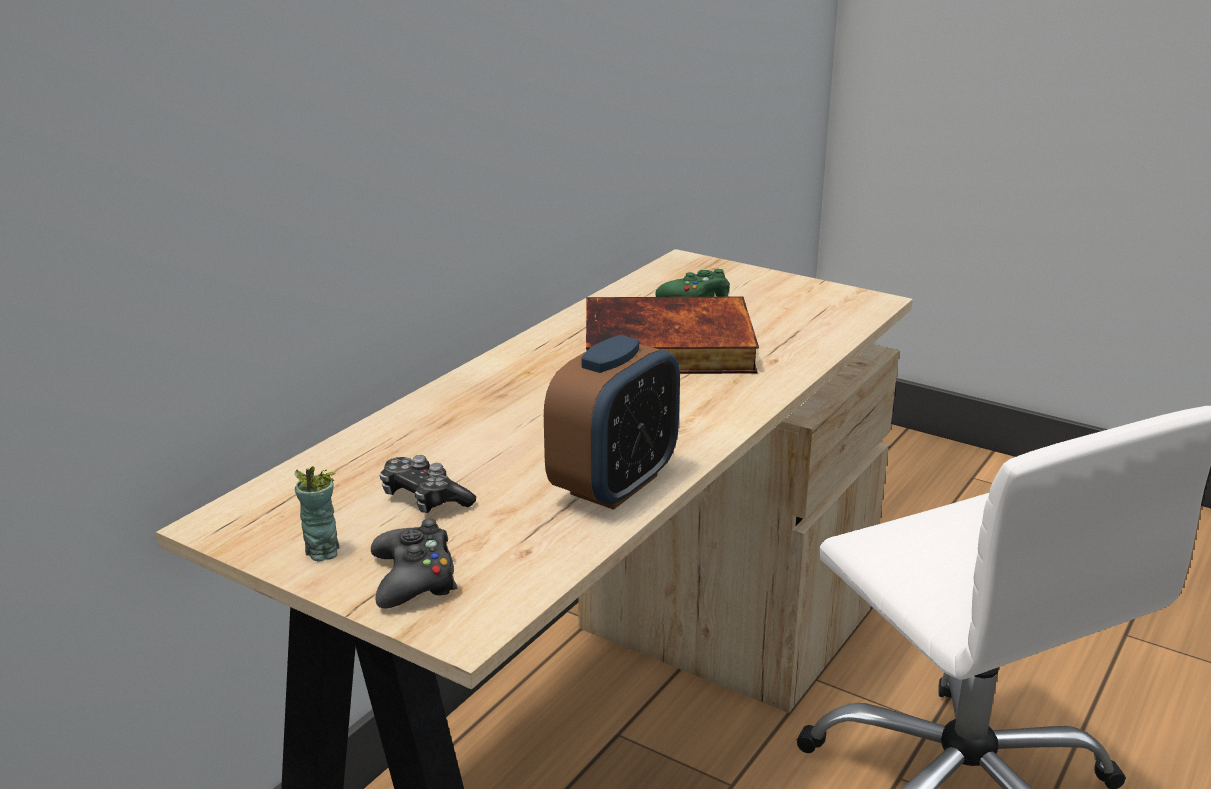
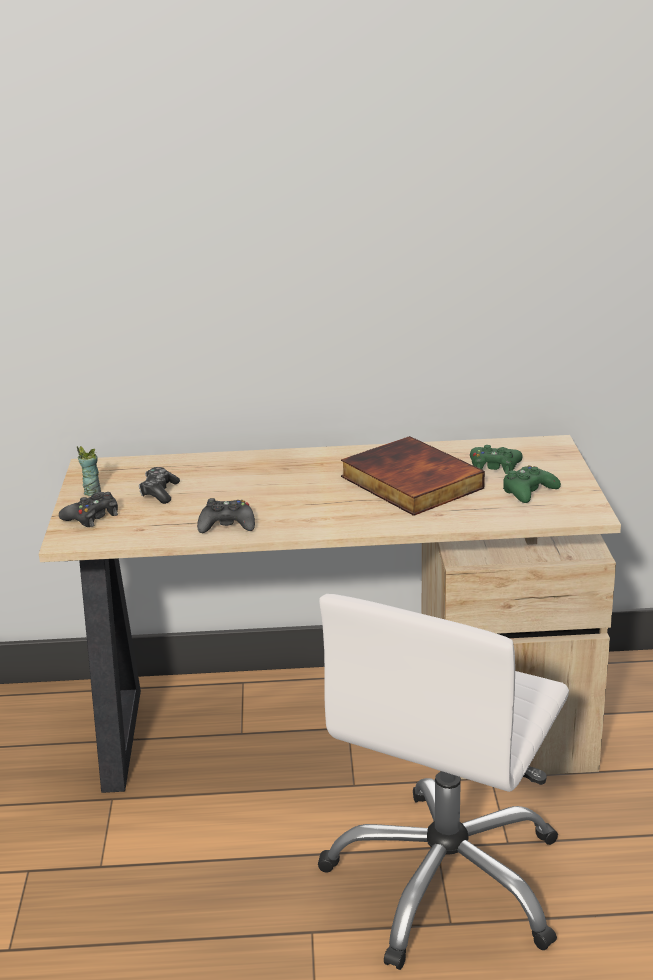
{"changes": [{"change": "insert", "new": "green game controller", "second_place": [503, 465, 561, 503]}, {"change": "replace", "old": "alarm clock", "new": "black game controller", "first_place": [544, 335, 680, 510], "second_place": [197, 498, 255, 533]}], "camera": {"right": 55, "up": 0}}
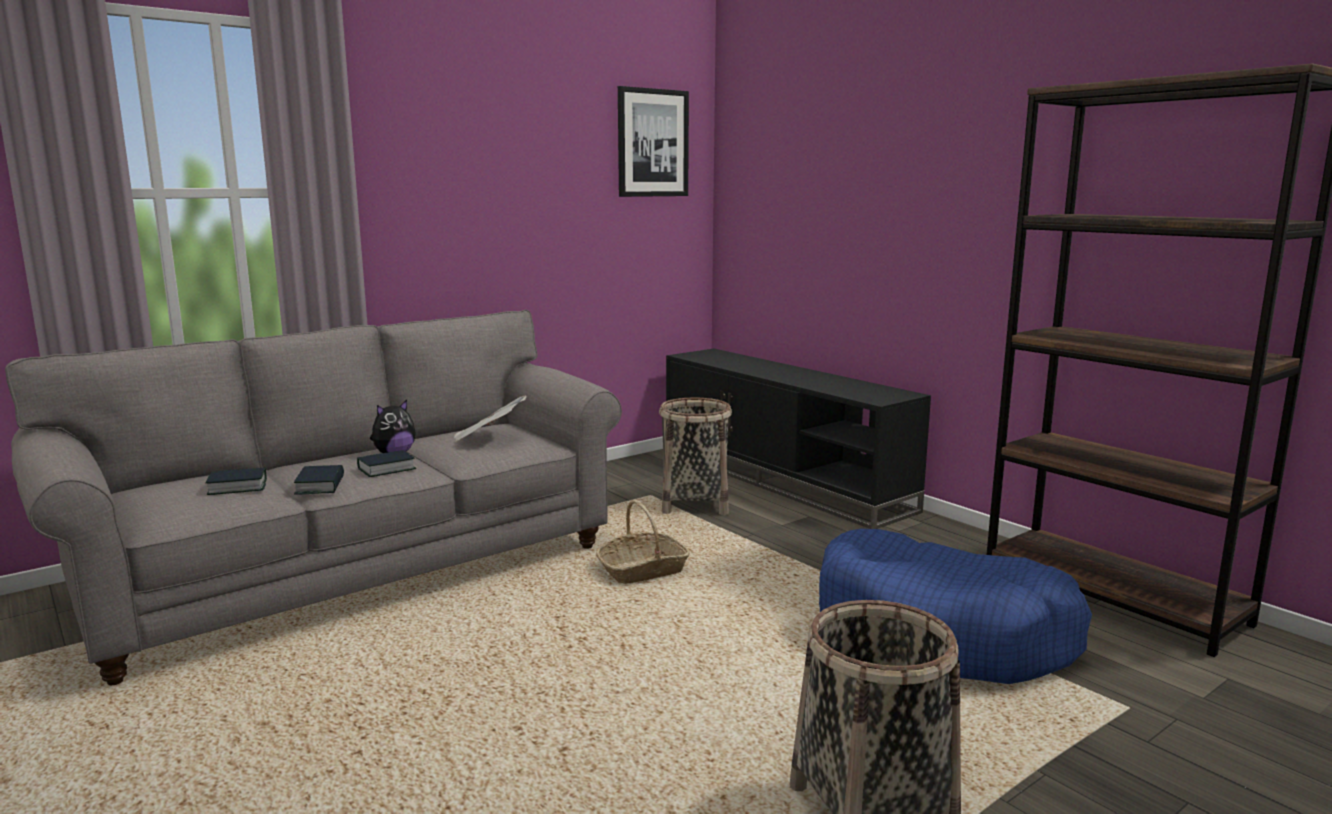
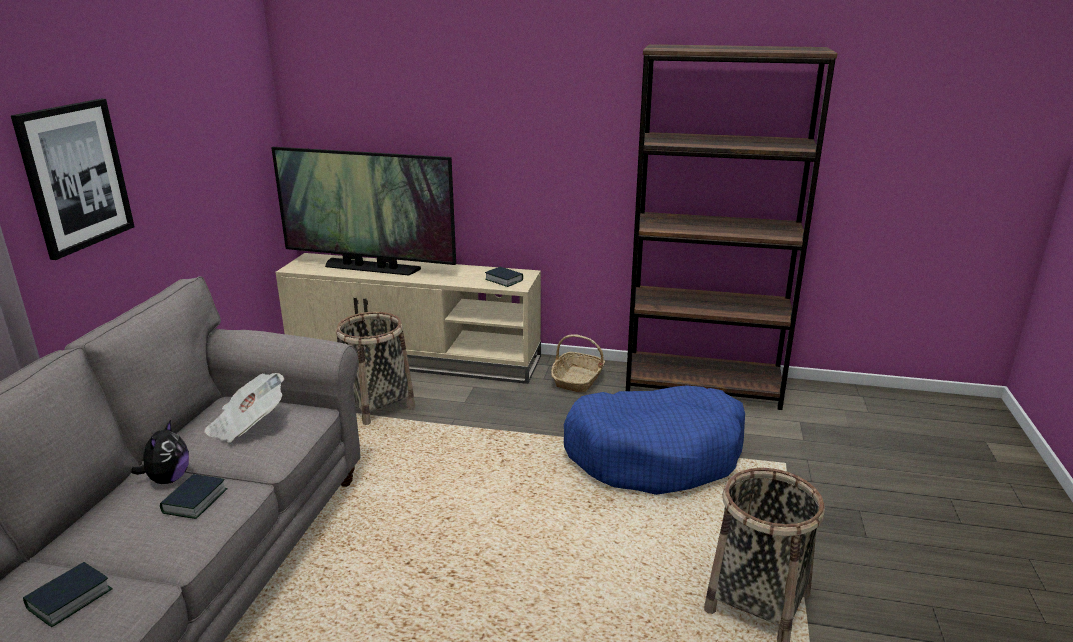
{"changes": [{"change": "insert", "new": "television", "second_place": [271, 147, 456, 276]}, {"change": "move", "old": "book", "first_place": [294, 465, 344, 494], "second_place": [485, 267, 523, 287]}, {"change": "move", "old": "basket", "first_place": [596, 500, 690, 584], "second_place": [551, 334, 605, 392]}, {"change": "move", "old": "picture", "first_place": [618, 86, 689, 197], "second_place": [11, 99, 135, 260]}, {"change": "recolor", "old": "black tv stand", "new": "beige tv stand", "first_place": [666, 349, 931, 529], "second_place": [275, 253, 541, 384]}], "camera": {"right": -40, "up": 10}}
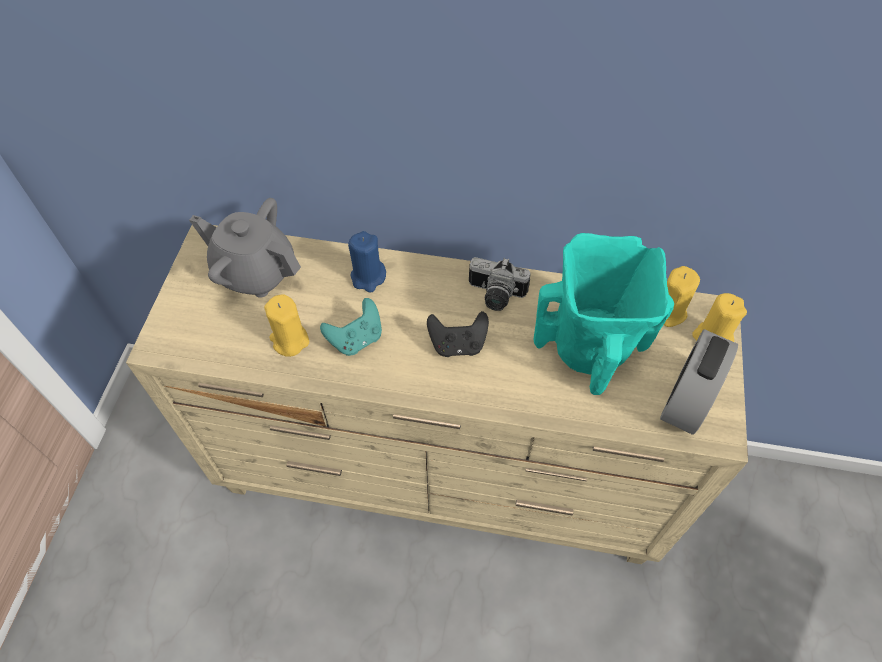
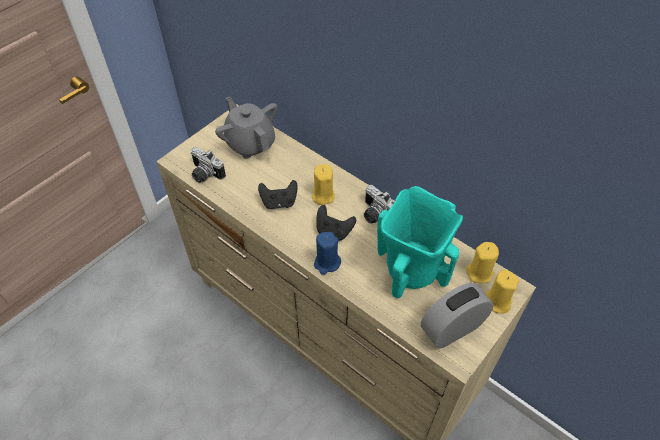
{"changes": [{"change": "insert", "new": "photo camera", "second_place": [190, 147, 226, 183]}, {"change": "move", "old": "yellow candle", "first_place": [264, 294, 309, 357], "second_place": [312, 164, 335, 205]}, {"change": "move", "old": "blue candle", "first_place": [348, 231, 386, 293], "second_place": [314, 232, 341, 275]}, {"change": "recolor", "old": "turquoise game controller", "new": "black game controller", "first_place": [320, 298, 382, 356], "second_place": [258, 180, 298, 209]}], "camera": {"right": 30, "up": -5}}
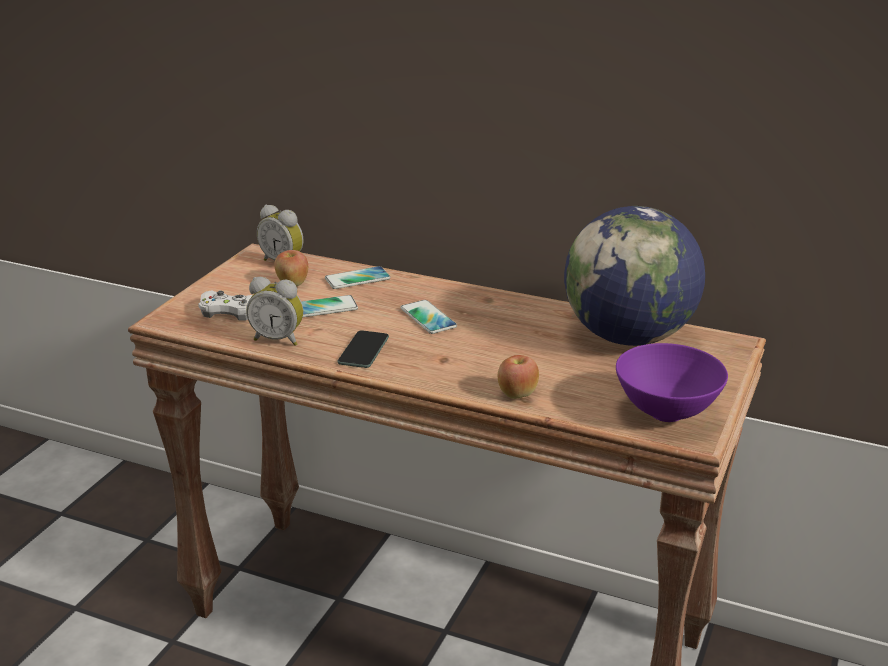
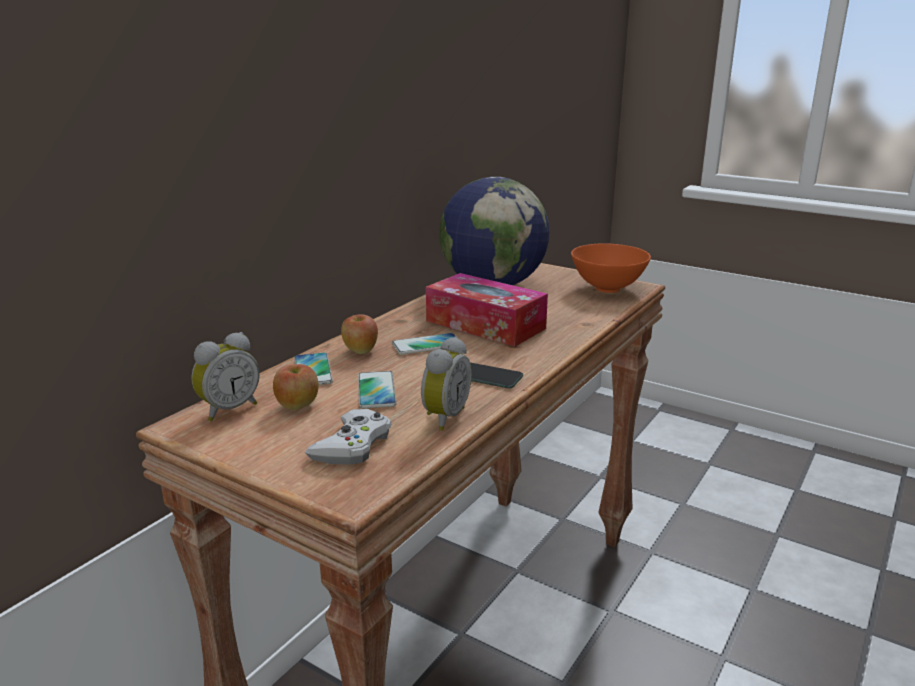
{"changes": [{"change": "insert", "new": "tissue box", "second_place": [426, 273, 548, 347]}, {"change": "move", "old": "apple", "first_place": [498, 355, 539, 399], "second_place": [341, 314, 378, 354]}, {"change": "recolor", "old": "purple bowl", "new": "orange bowl", "first_place": [616, 343, 728, 422], "second_place": [571, 243, 651, 293]}], "camera": {"right": -80, "up": -5}}
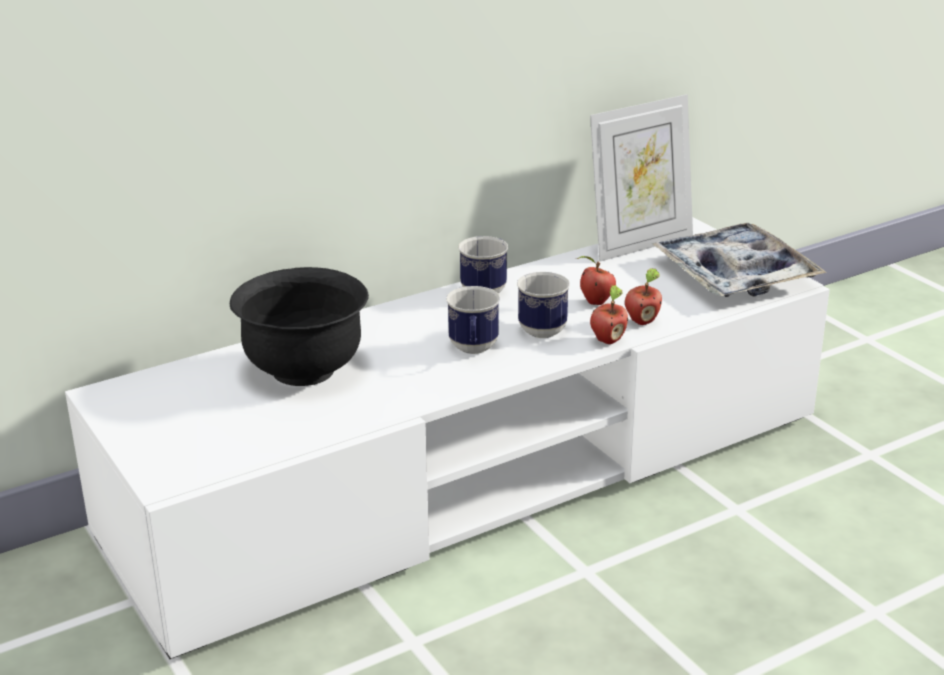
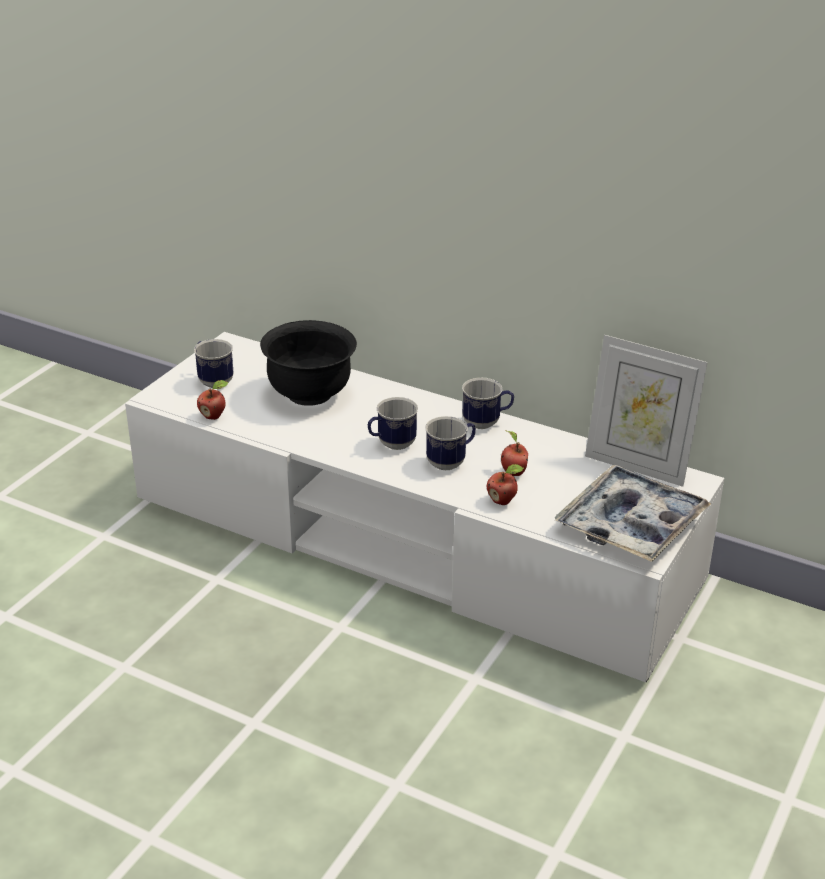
{"changes": [{"change": "insert", "new": "mug", "second_place": [194, 339, 234, 388]}, {"change": "move", "old": "apple", "first_place": [590, 285, 628, 344], "second_place": [197, 380, 229, 420]}], "camera": {"right": 60, "up": 5}}
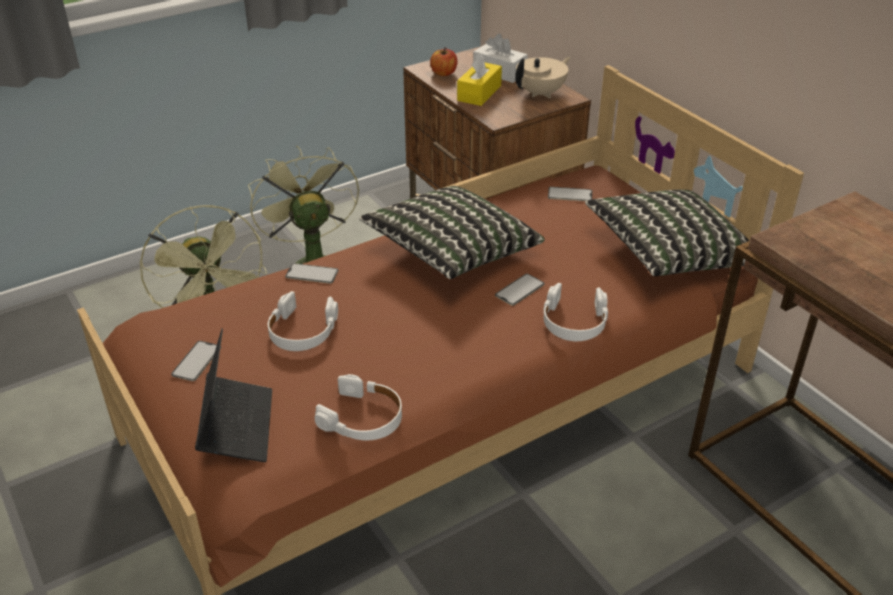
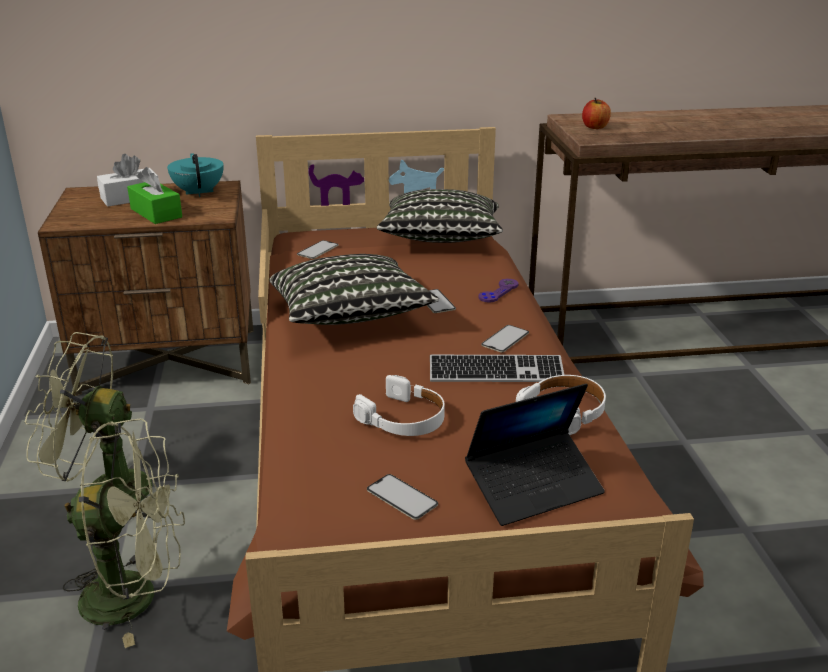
{"changes": [{"change": "insert", "new": "keyboard", "second_place": [430, 355, 564, 382]}, {"change": "move", "old": "phone", "first_place": [285, 263, 338, 284], "second_place": [481, 325, 529, 353]}, {"change": "move", "old": "apple", "first_place": [430, 47, 457, 76], "second_place": [582, 98, 611, 129]}, {"change": "replace", "old": "white headphones", "new": "purple game controller", "first_place": [543, 283, 608, 341], "second_place": [478, 279, 519, 303]}, {"change": "recolor", "old": "yellow tissue box", "new": "green tissue box", "first_place": [457, 52, 502, 106], "second_place": [127, 167, 182, 224]}, {"change": "recolor", "old": "beige teapot", "new": "turquoise teapot", "first_place": [515, 57, 571, 99], "second_place": [167, 153, 224, 197]}, {"change": "rotate", "old": "laptop", "first_place": [195, 328, 272, 462], "second_place": [465, 384, 605, 526], "degrees": 135}], "camera": {"right": -65, "up": -10}}
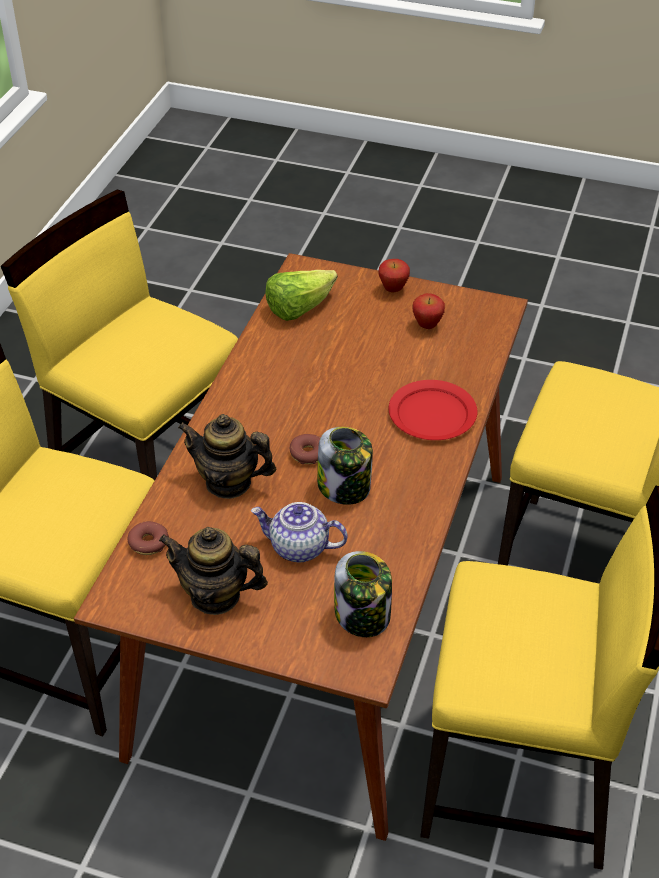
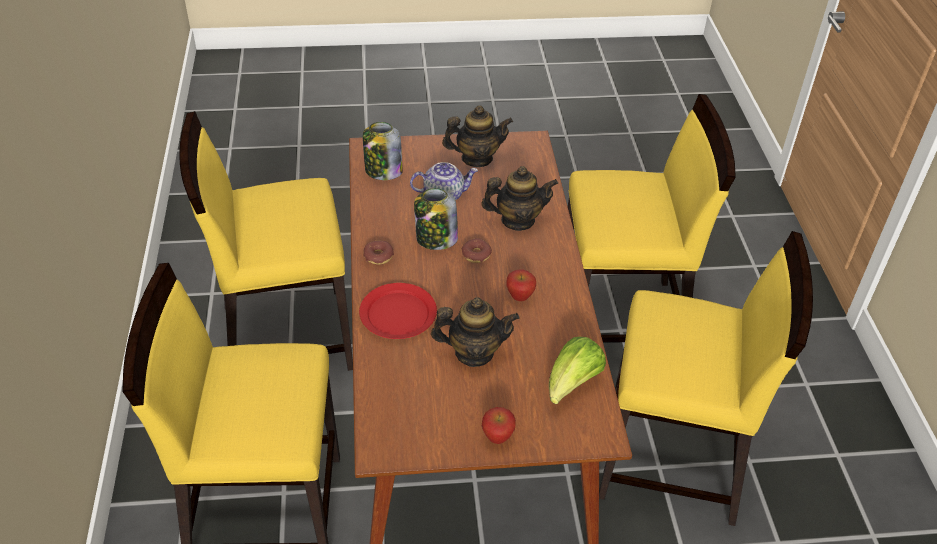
{"changes": [{"change": "insert", "new": "teapot", "second_place": [431, 297, 520, 367]}, {"change": "move", "old": "donut", "first_place": [128, 521, 169, 555], "second_place": [363, 241, 394, 265]}, {"change": "move", "old": "apple", "first_place": [412, 293, 445, 329], "second_place": [506, 270, 536, 301]}], "camera": {"right": 155, "up": 0}}
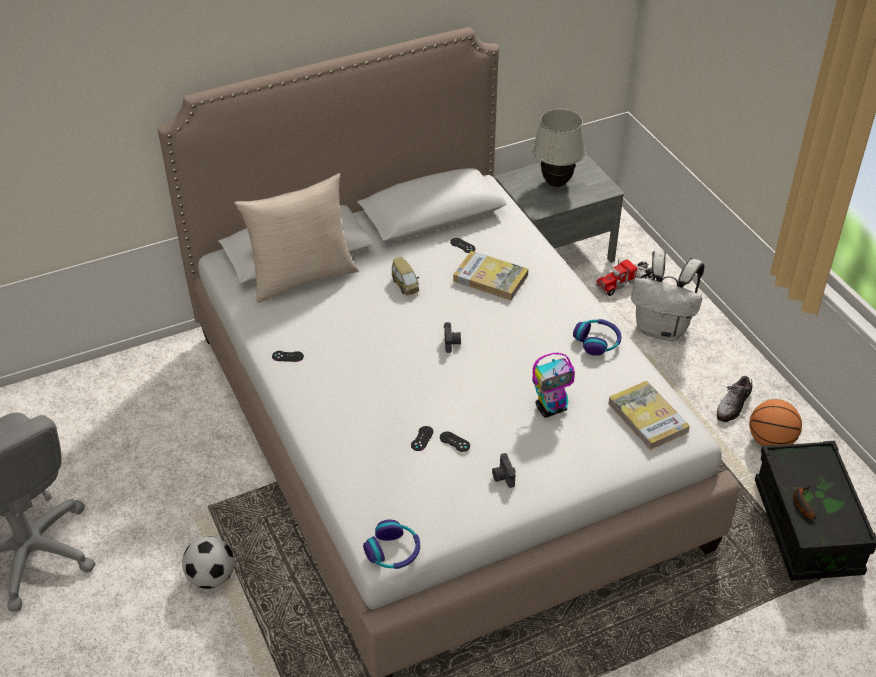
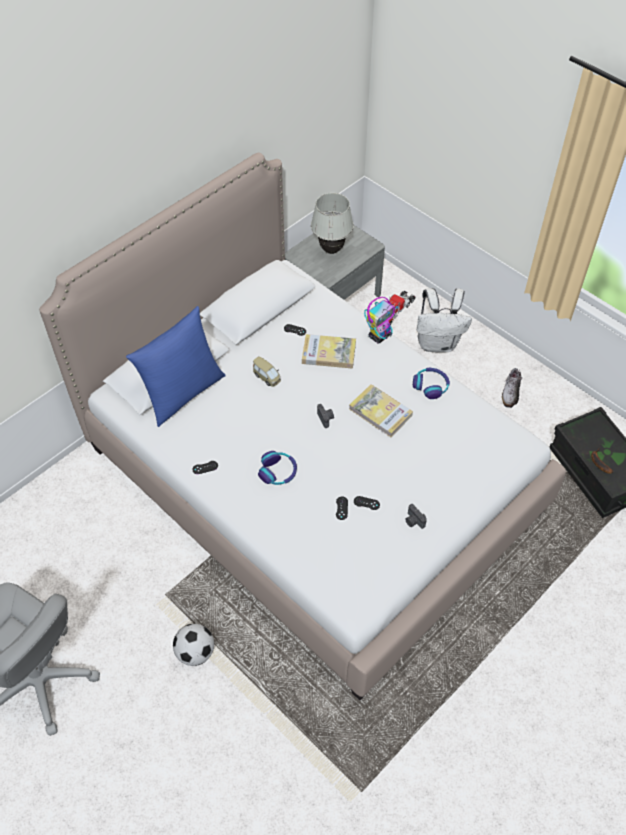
{"changes": [{"change": "delete", "old": "basketball", "first_place": [749, 399, 802, 446]}, {"change": "move", "old": "headphones", "first_place": [363, 520, 420, 569], "second_place": [258, 451, 297, 485]}, {"change": "move", "old": "toy robot", "first_place": [532, 353, 575, 418], "second_place": [364, 297, 398, 344]}, {"change": "move", "old": "book", "first_place": [608, 381, 690, 450], "second_place": [349, 384, 413, 437]}, {"change": "recolor", "old": "beige pillow", "new": "blue pillow", "first_place": [234, 173, 359, 303], "second_place": [126, 306, 226, 427]}], "camera": {"right": -20, "up": 10}}
